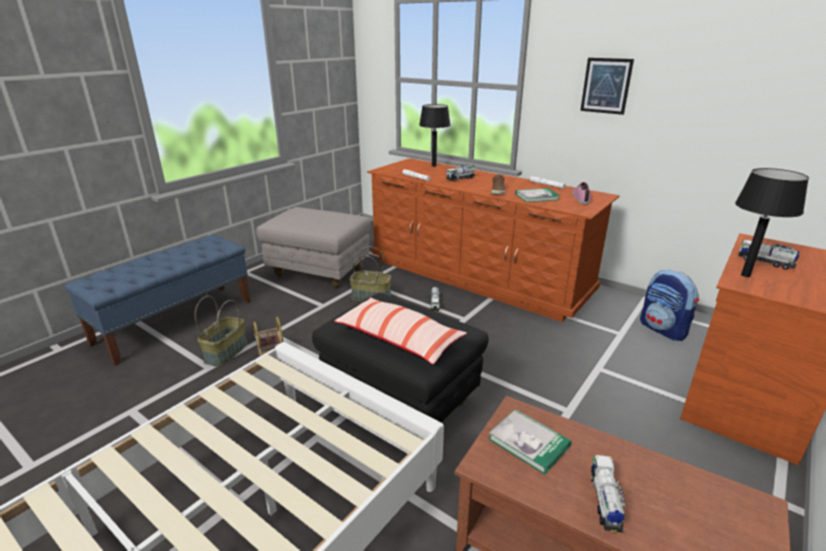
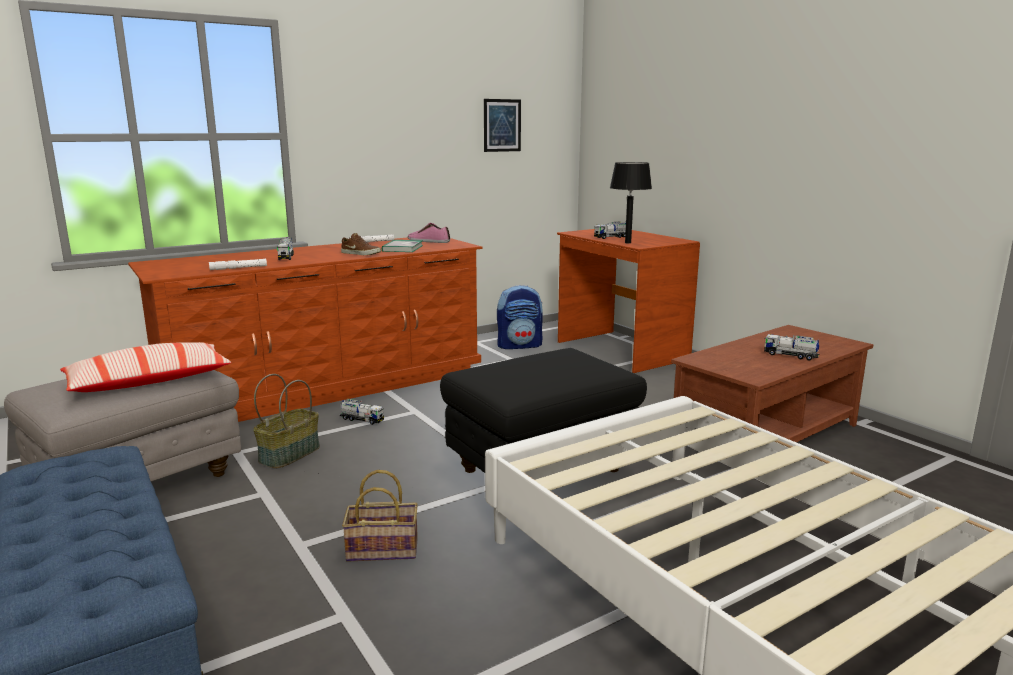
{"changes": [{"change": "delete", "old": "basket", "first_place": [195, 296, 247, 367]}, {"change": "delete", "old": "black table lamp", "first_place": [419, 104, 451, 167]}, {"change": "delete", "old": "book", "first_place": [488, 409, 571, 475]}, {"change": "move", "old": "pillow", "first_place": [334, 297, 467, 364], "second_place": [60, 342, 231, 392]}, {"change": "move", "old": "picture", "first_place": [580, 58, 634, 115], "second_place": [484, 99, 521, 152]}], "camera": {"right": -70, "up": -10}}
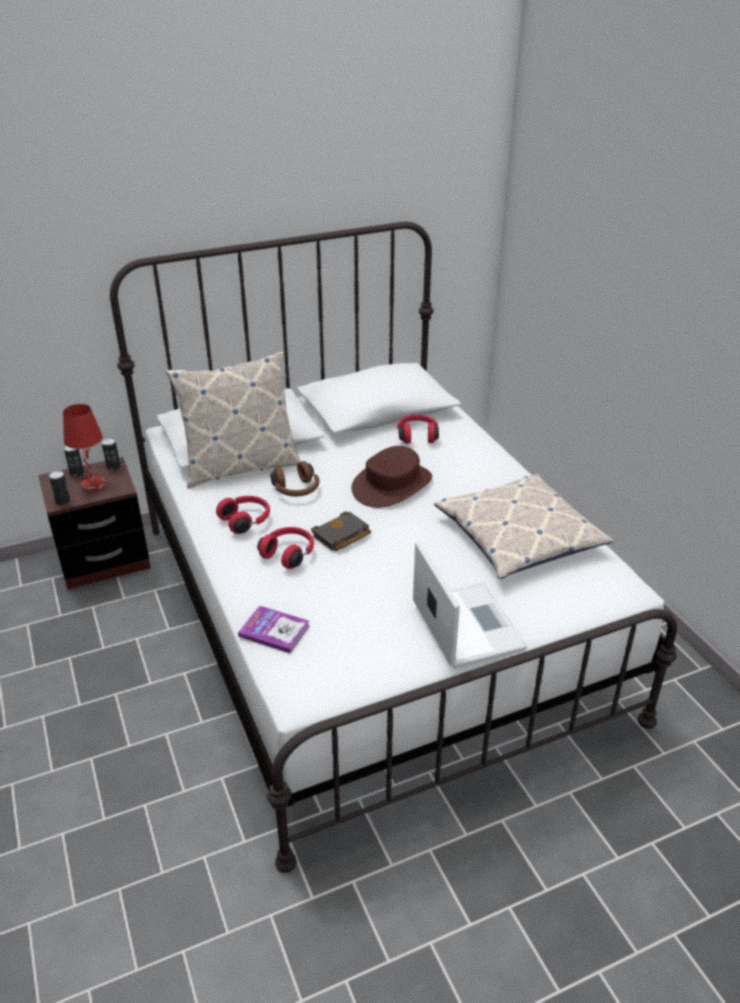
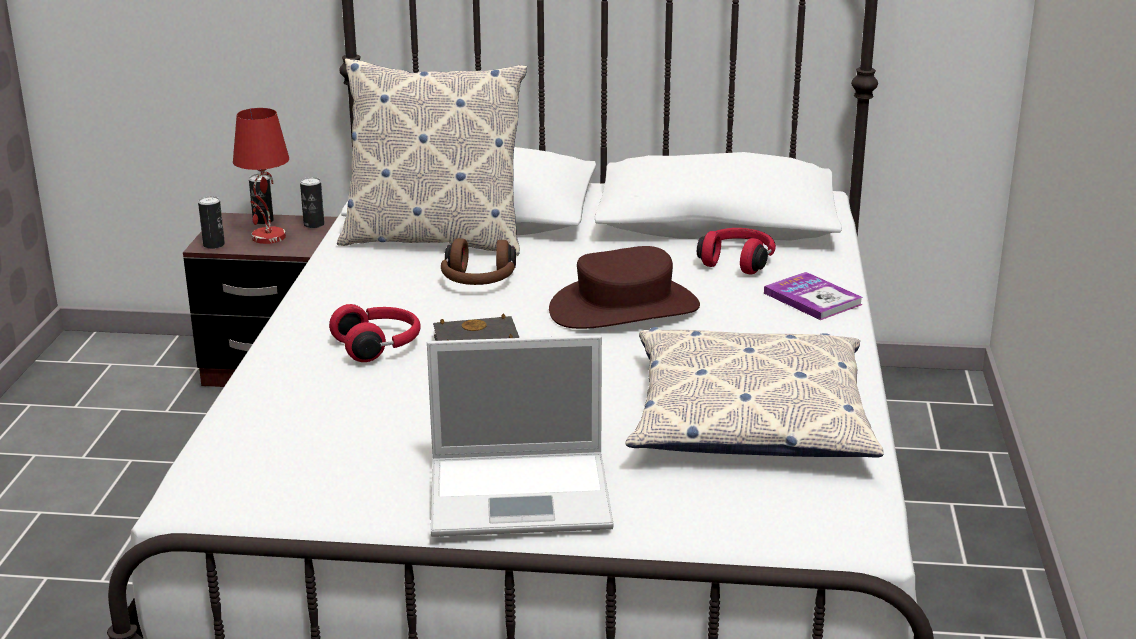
{"changes": [{"change": "delete", "old": "red headphones", "first_place": [216, 496, 270, 534]}, {"change": "move", "old": "book", "first_place": [238, 605, 310, 653], "second_place": [764, 272, 863, 320]}, {"change": "rotate", "old": "laptop", "first_place": [413, 541, 527, 668], "second_place": [427, 335, 613, 537], "degrees": 75}], "camera": {"right": 30, "up": -10}}
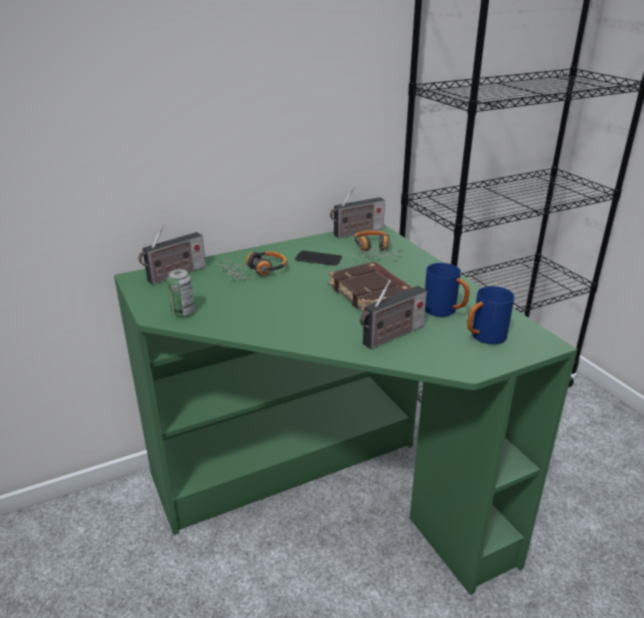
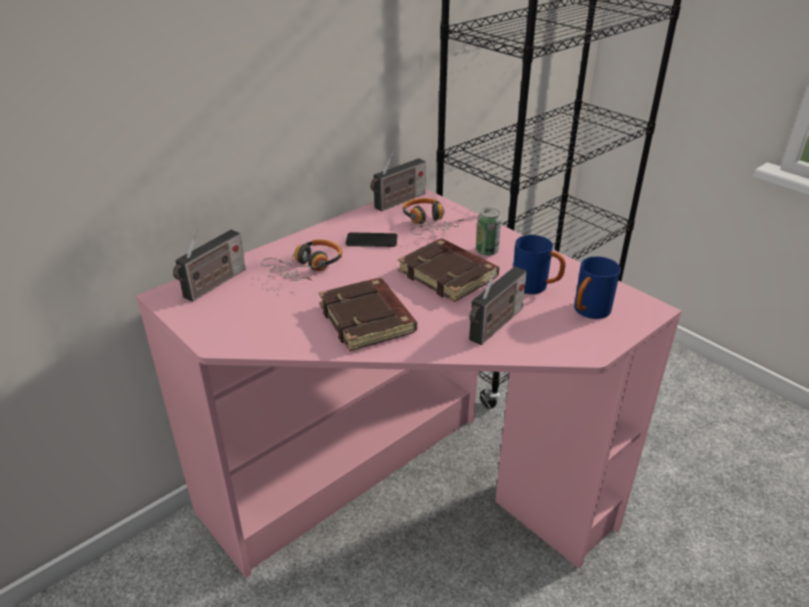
{"changes": [{"change": "insert", "new": "brown book", "second_place": [318, 278, 417, 352]}, {"change": "move", "old": "can", "first_place": [167, 269, 195, 317], "second_place": [476, 208, 502, 256]}, {"change": "recolor", "old": "green desk", "new": "pink desk", "first_place": [114, 225, 578, 595], "second_place": [136, 189, 681, 578]}], "camera": {"right": -15, "up": 5}}
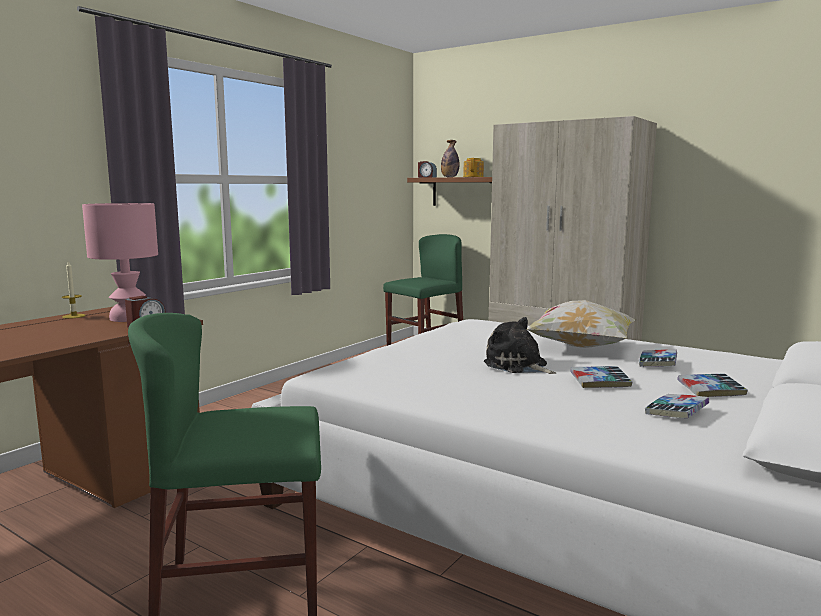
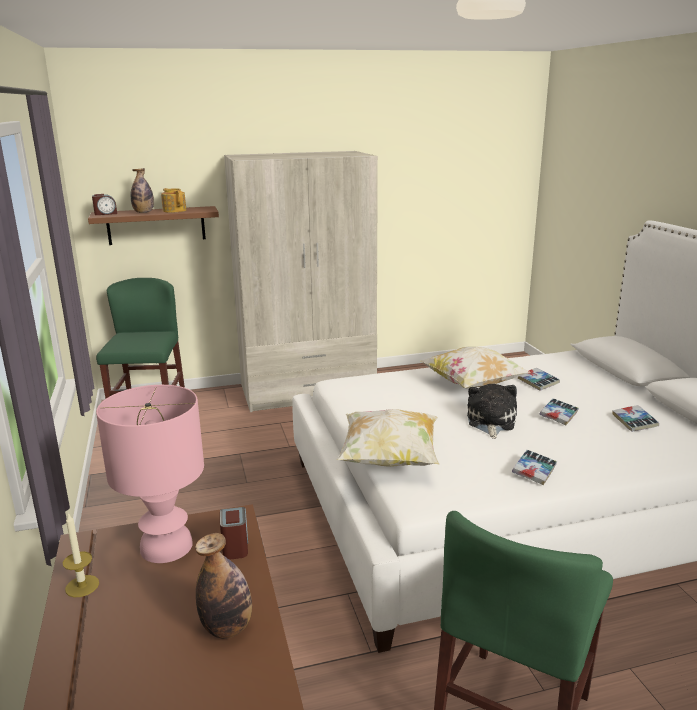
{"changes": [{"change": "insert", "new": "bottle", "second_place": [195, 533, 252, 639]}, {"change": "insert", "new": "pillow", "second_place": [337, 409, 439, 467]}, {"change": "move", "old": "book", "first_place": [677, 373, 748, 397], "second_place": [512, 450, 557, 485]}, {"change": "rotate", "old": "plush toy", "first_place": [484, 317, 556, 374], "second_place": [467, 384, 517, 439], "degrees": 105}], "camera": {"right": -50, "up": 10}}
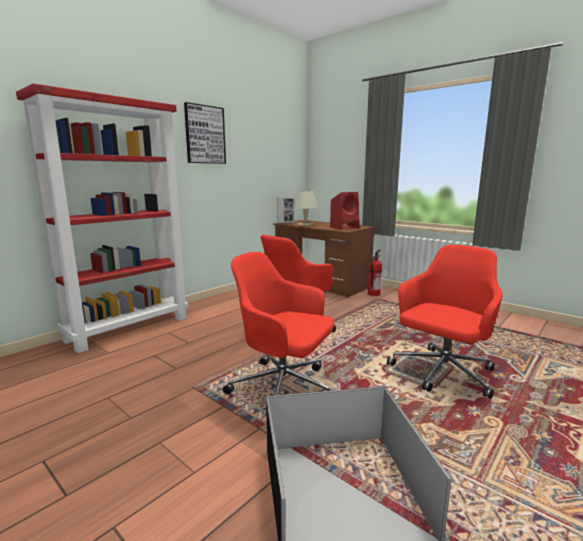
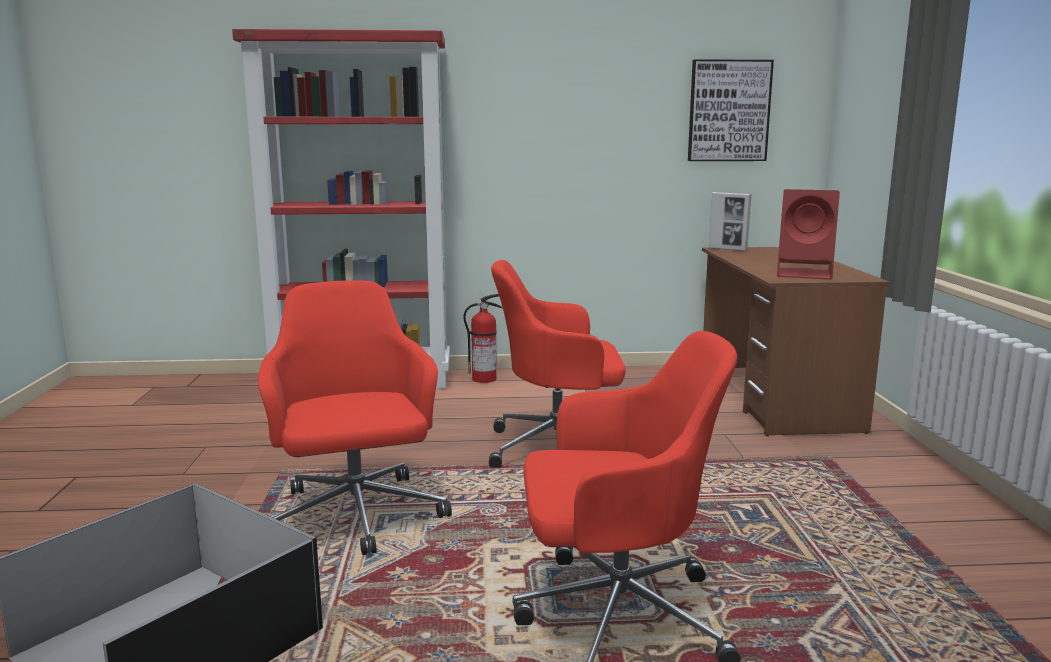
{"changes": [{"change": "delete", "old": "beige table lamp", "first_place": [294, 191, 318, 226]}, {"change": "move", "old": "picture", "first_place": [184, 102, 226, 164], "second_place": [688, 59, 774, 161]}, {"change": "move", "old": "fire extinguisher", "first_place": [368, 250, 382, 296], "second_place": [463, 294, 502, 383]}], "camera": {"right": 45, "up": 0}}
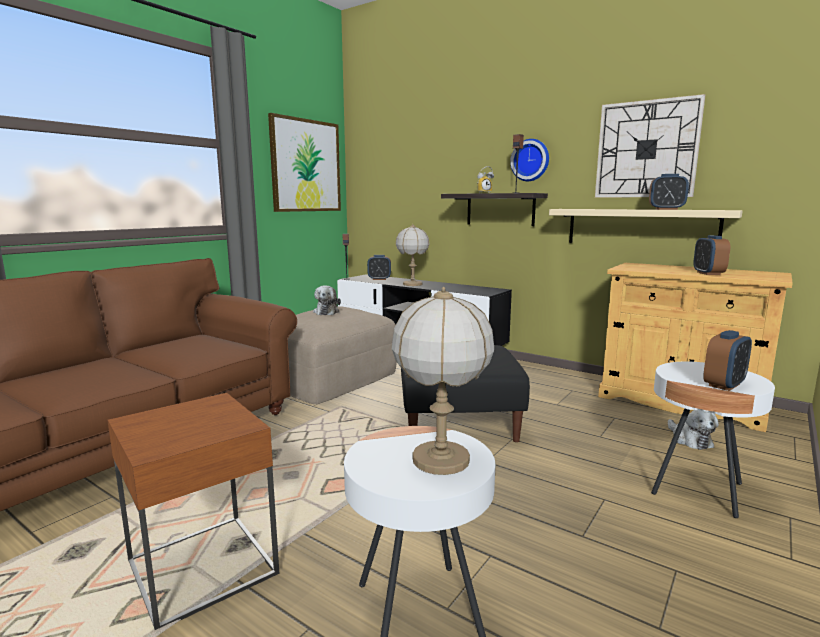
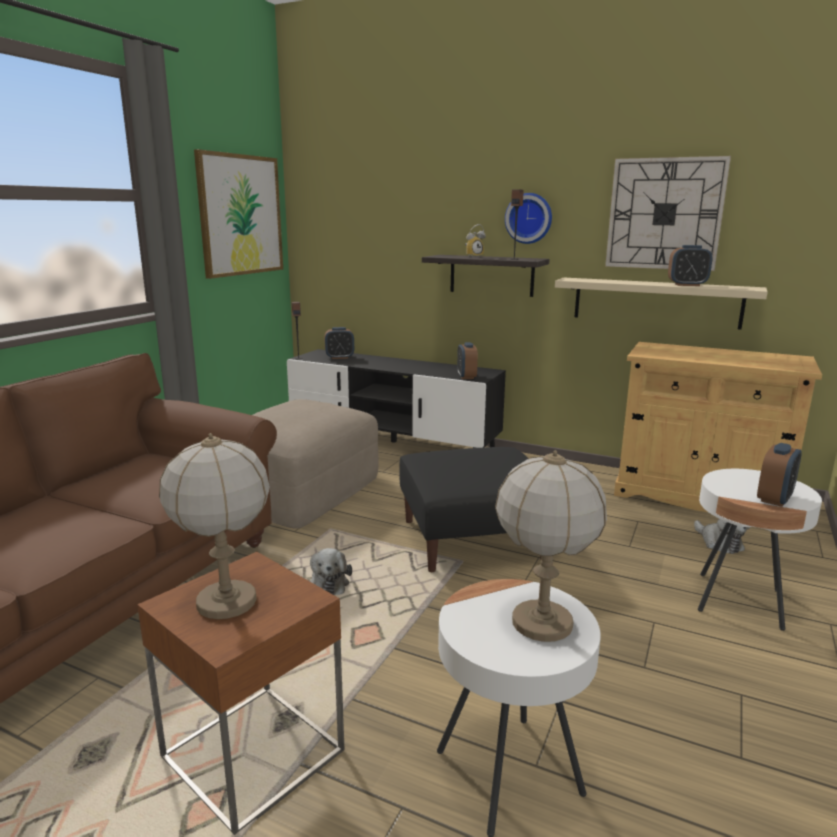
{"changes": [{"change": "move", "old": "plush toy", "first_place": [313, 285, 341, 315], "second_place": [310, 548, 352, 595]}, {"change": "move", "old": "table lamp", "first_place": [396, 224, 429, 286], "second_place": [159, 433, 270, 619]}, {"change": "move", "old": "alarm clock", "first_place": [693, 235, 730, 275], "second_place": [457, 342, 478, 379]}], "camera": {"right": -10, "up": 5}}
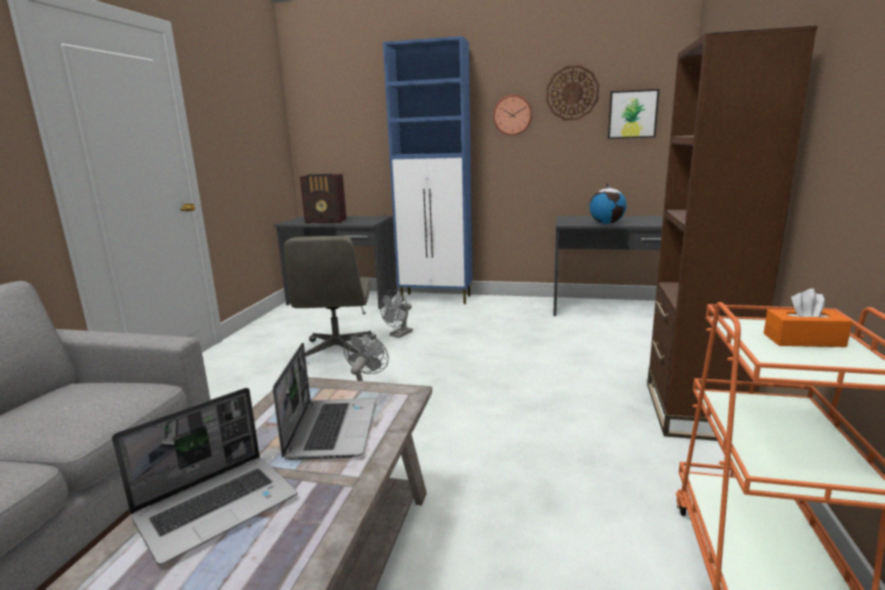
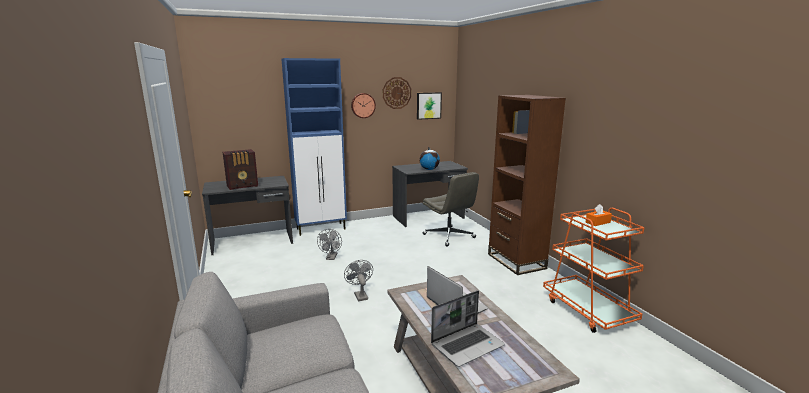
{"changes": [{"change": "move", "old": "grey office chair", "first_place": [284, 236, 376, 365], "second_place": [422, 172, 479, 246]}, {"change": "rotate", "old": "laptop", "first_place": [112, 388, 298, 565], "second_place": [431, 290, 505, 367], "degrees": 45}], "camera": {"right": -35, "up": 0}}
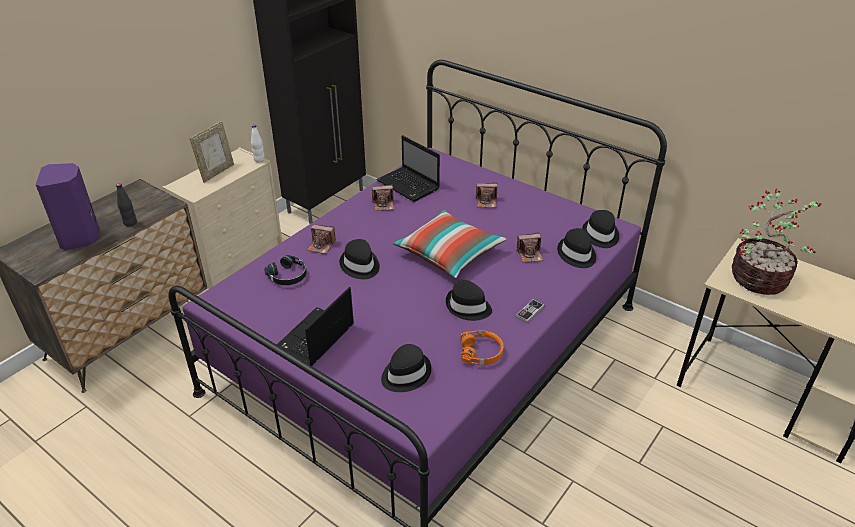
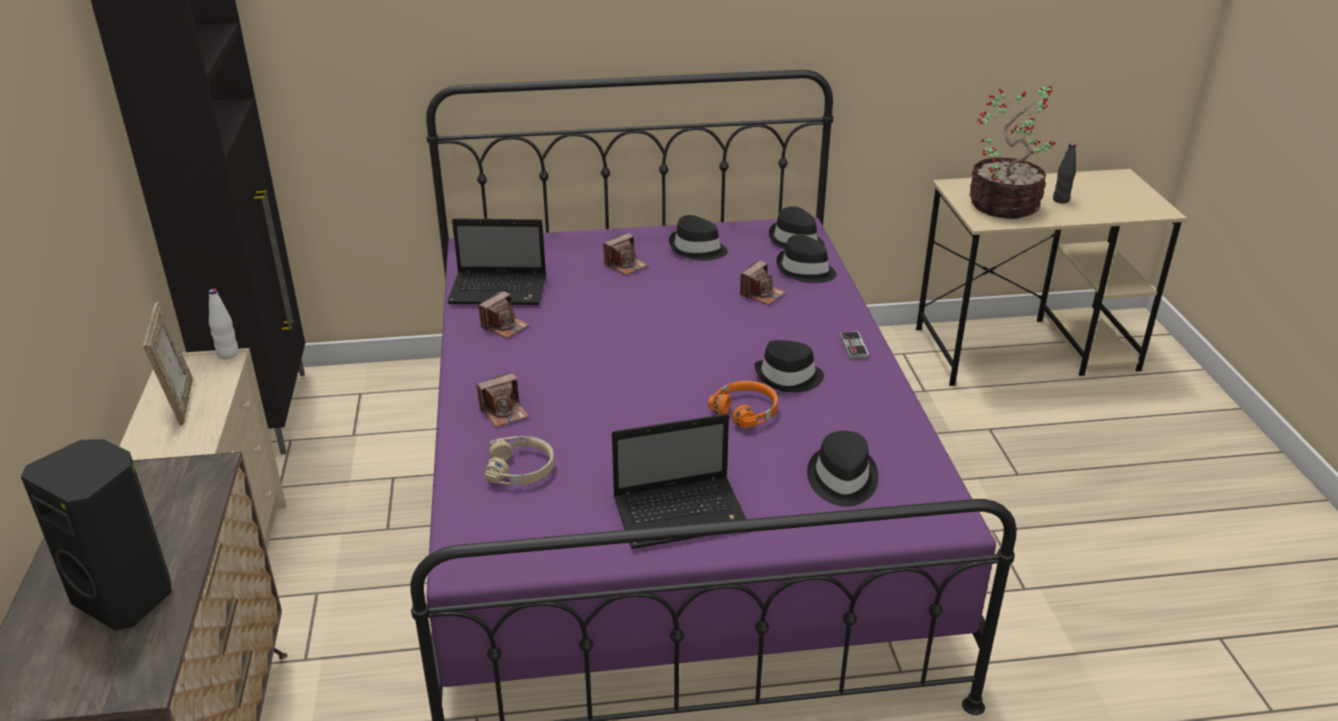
{"changes": [{"change": "delete", "old": "pillow", "first_place": [393, 209, 506, 278]}, {"change": "move", "old": "black bottle", "first_place": [116, 183, 137, 227], "second_place": [1053, 143, 1076, 203]}, {"change": "move", "old": "black hat", "first_place": [340, 239, 380, 279], "second_place": [669, 215, 728, 261]}, {"change": "move", "old": "orange headphones", "first_place": [460, 330, 504, 365], "second_place": [708, 381, 778, 428]}, {"change": "recolor", "old": "purple speaker", "new": "black speaker", "first_place": [36, 163, 100, 250], "second_place": [21, 439, 172, 631]}, {"change": "recolor", "old": "black headphones", "new": "beige headphones", "first_place": [264, 255, 307, 285], "second_place": [484, 436, 554, 485]}, {"change": "rotate", "old": "laptop", "first_place": [277, 287, 354, 366], "second_place": [612, 414, 746, 549], "degrees": -90}], "camera": {"right": -45, "up": -5}}
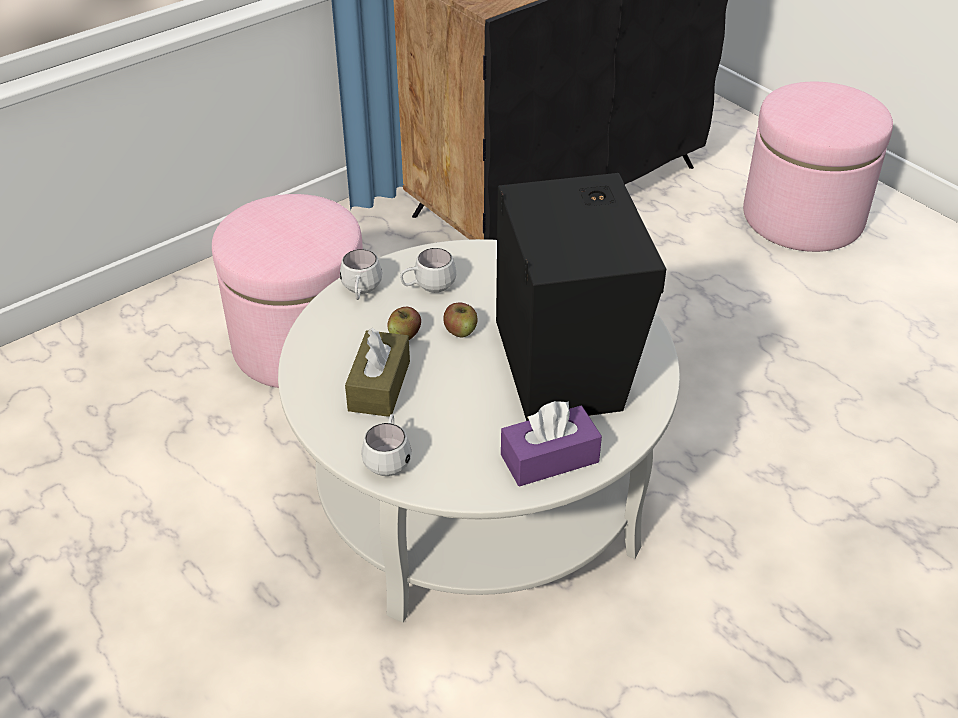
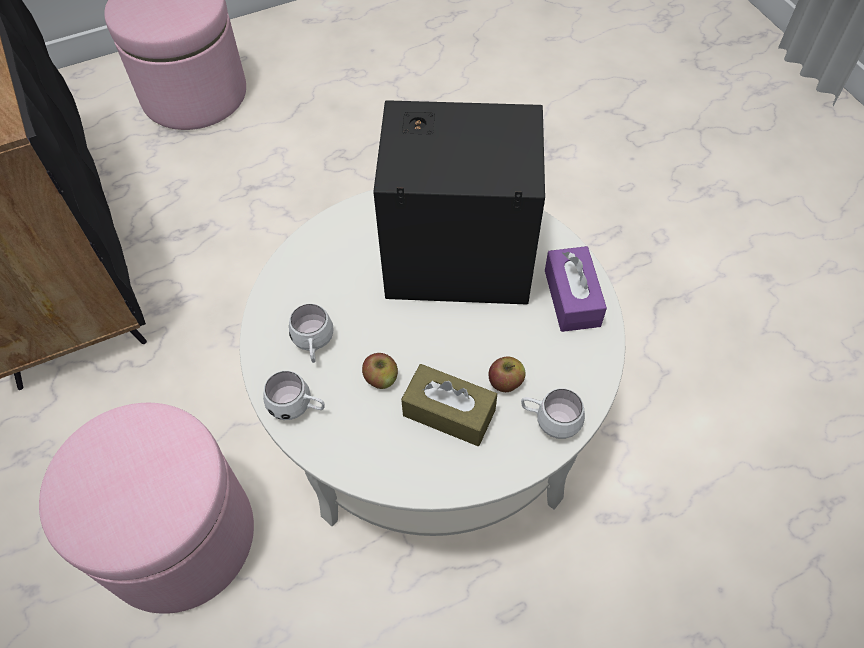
{"changes": [{"change": "move", "old": "apple", "first_place": [443, 303, 477, 338], "second_place": [488, 356, 525, 392]}], "camera": {"right": -75, "up": 15}}
